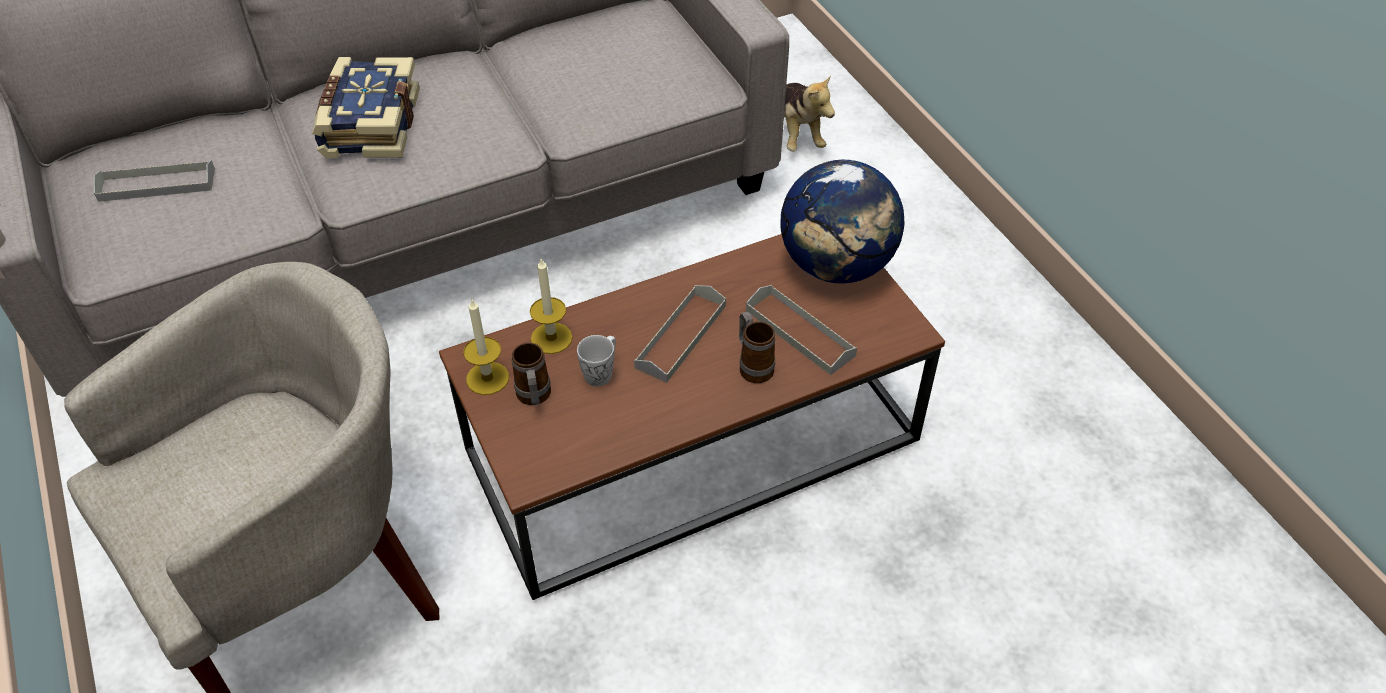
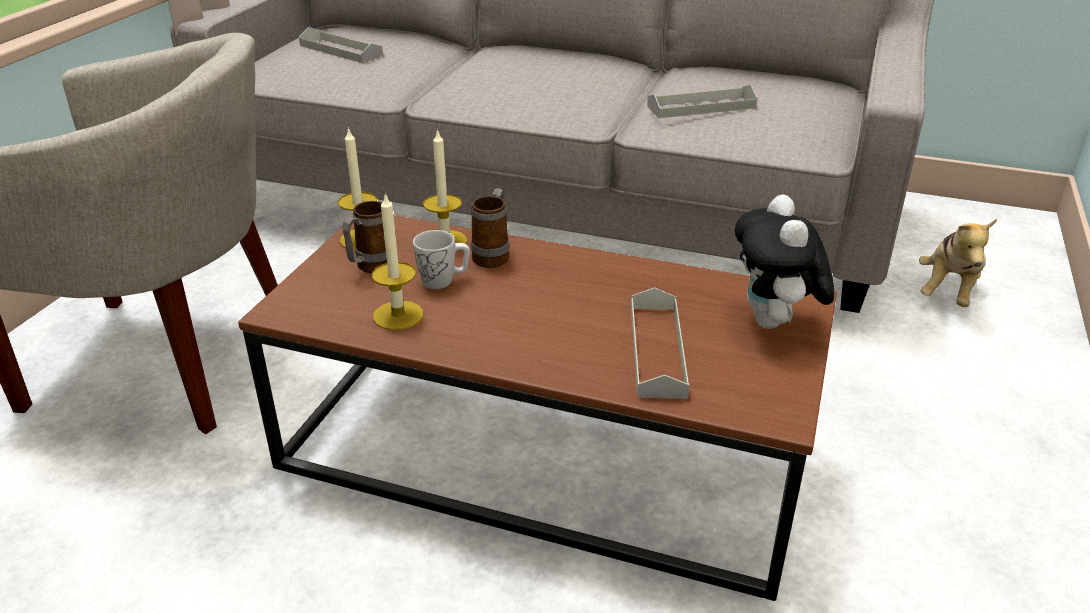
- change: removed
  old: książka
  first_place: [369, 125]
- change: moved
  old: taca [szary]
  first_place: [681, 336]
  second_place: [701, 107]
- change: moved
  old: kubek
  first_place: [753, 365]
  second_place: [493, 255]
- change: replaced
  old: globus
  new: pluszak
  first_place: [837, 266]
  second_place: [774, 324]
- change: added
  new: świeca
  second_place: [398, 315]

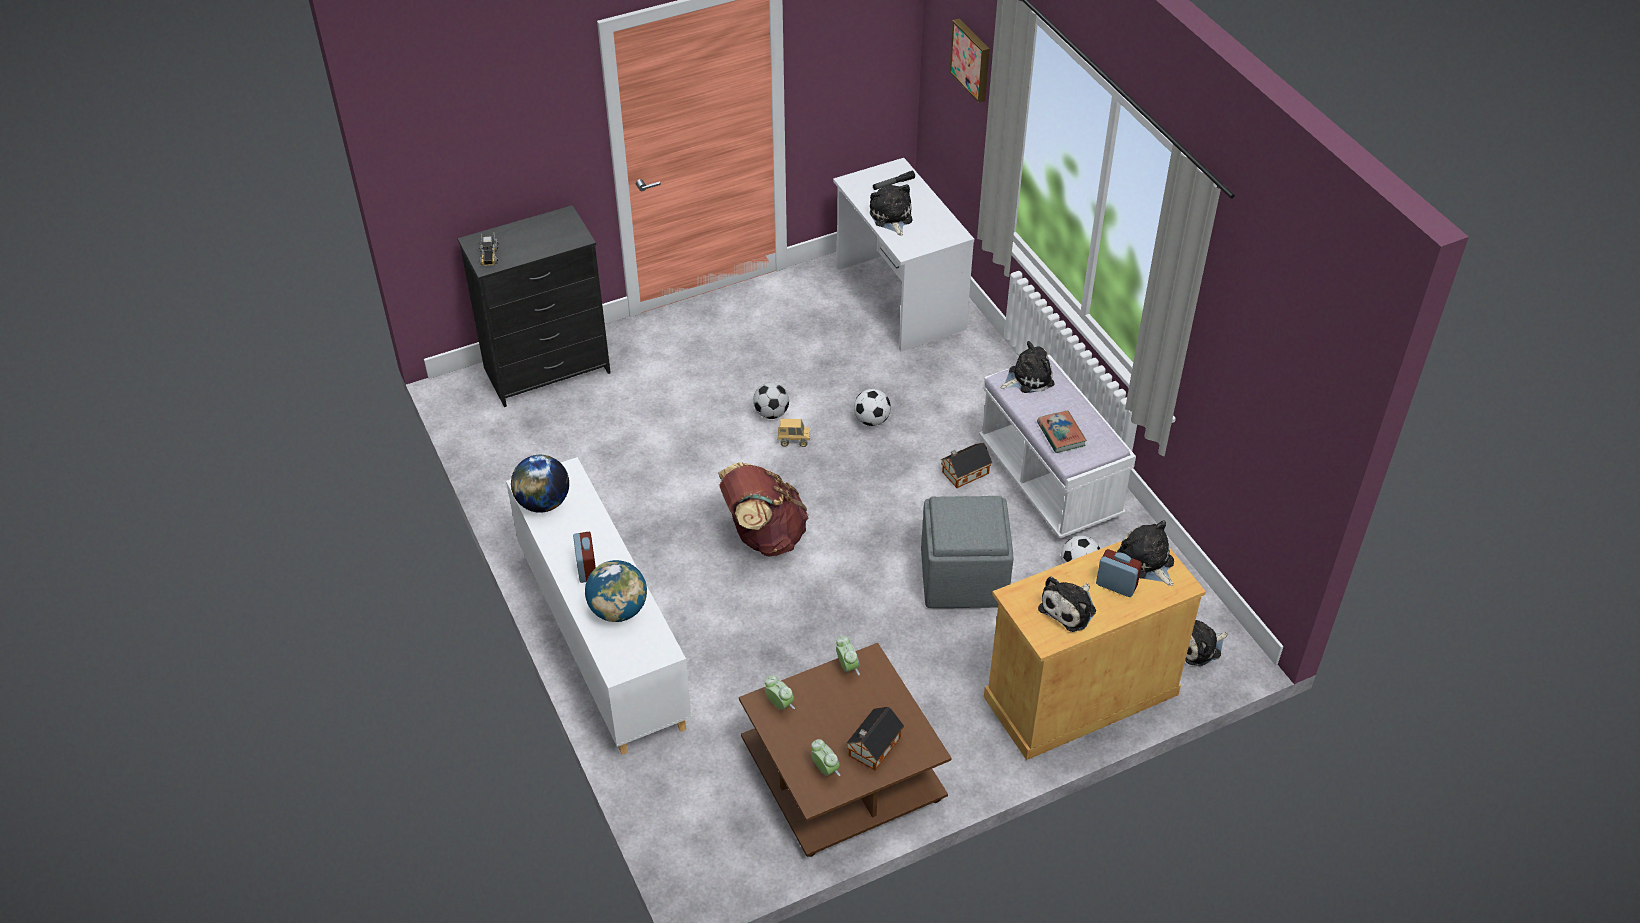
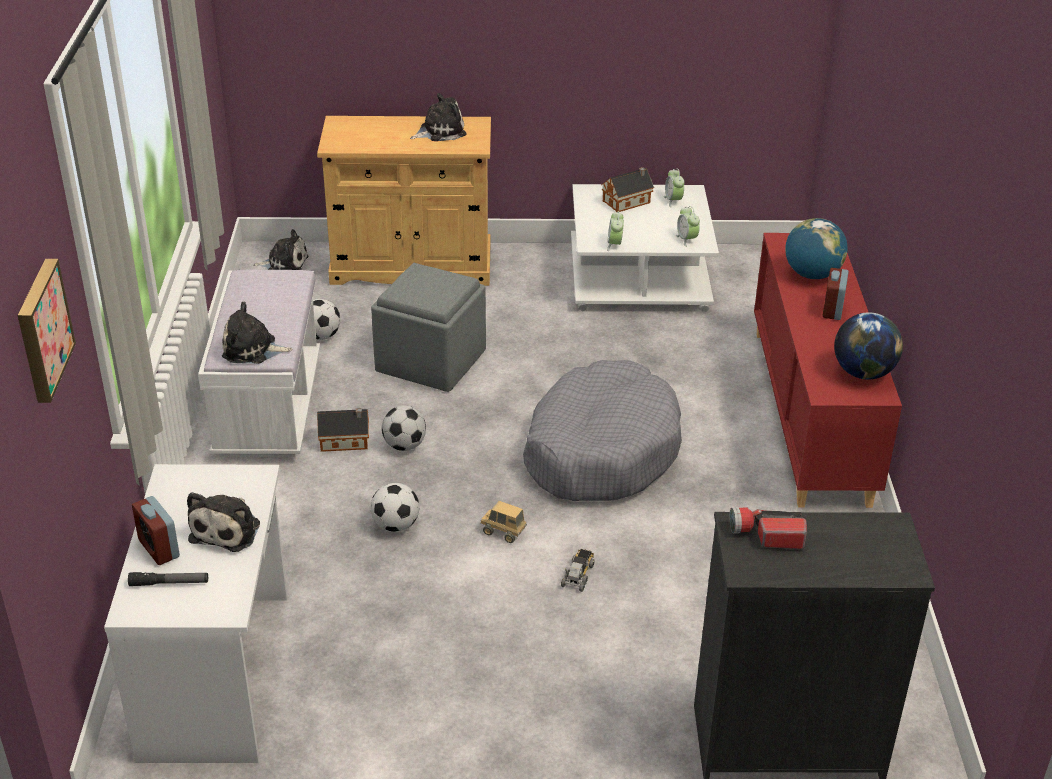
- change: moved
  old: ciężarówka zabawkowa
  first_place: [489, 256]
  second_place: [578, 574]
- change: recoloured
  old: szafka [biały]
  new: szafka [czerwony]
  first_place: [602, 640]
  second_place: [810, 415]
- change: replaced
  old: plecak [brązowy]
  new: legowisko [szary]
  first_place: [763, 536]
  second_place: [600, 450]
- change: recoloured
  old: ława [brązowy]
  new: ława [biały]
  first_place: [840, 772]
  second_place: [640, 278]
- change: moved
  old: piłka futbolowa
  first_place: [771, 413]
  second_place: [404, 445]
- change: removed
  old: książka
  first_place: [1061, 434]
- change: moved
  old: budzik
  first_place: [1116, 585]
  second_place: [159, 548]
- change: removed
  old: pluszak
  first_place: [1147, 562]
- change: added
  new: latarka
  second_place: [766, 535]

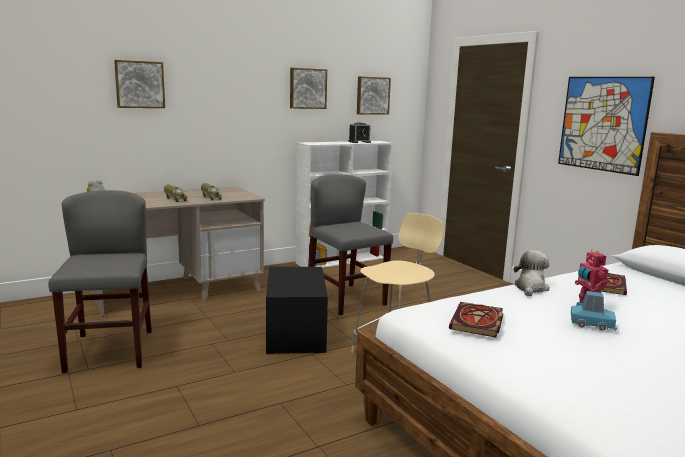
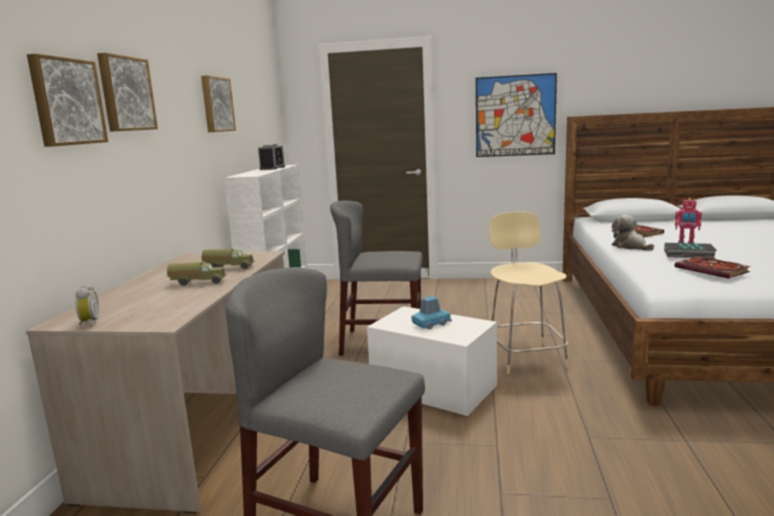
- change: recoloured
  old: pojemnik do przechowywania [czarny]
  new: pojemnik do przechowywania [biały]
  first_place: [295, 332]
  second_place: [433, 387]
- change: moved
  old: obraz
  first_place: [372, 95]
  second_place: [125, 94]
- change: moved
  old: samochodzik [niebieski]
  first_place: [592, 324]
  second_place: [431, 324]
- change: added
  new: książka
  second_place: [688, 254]

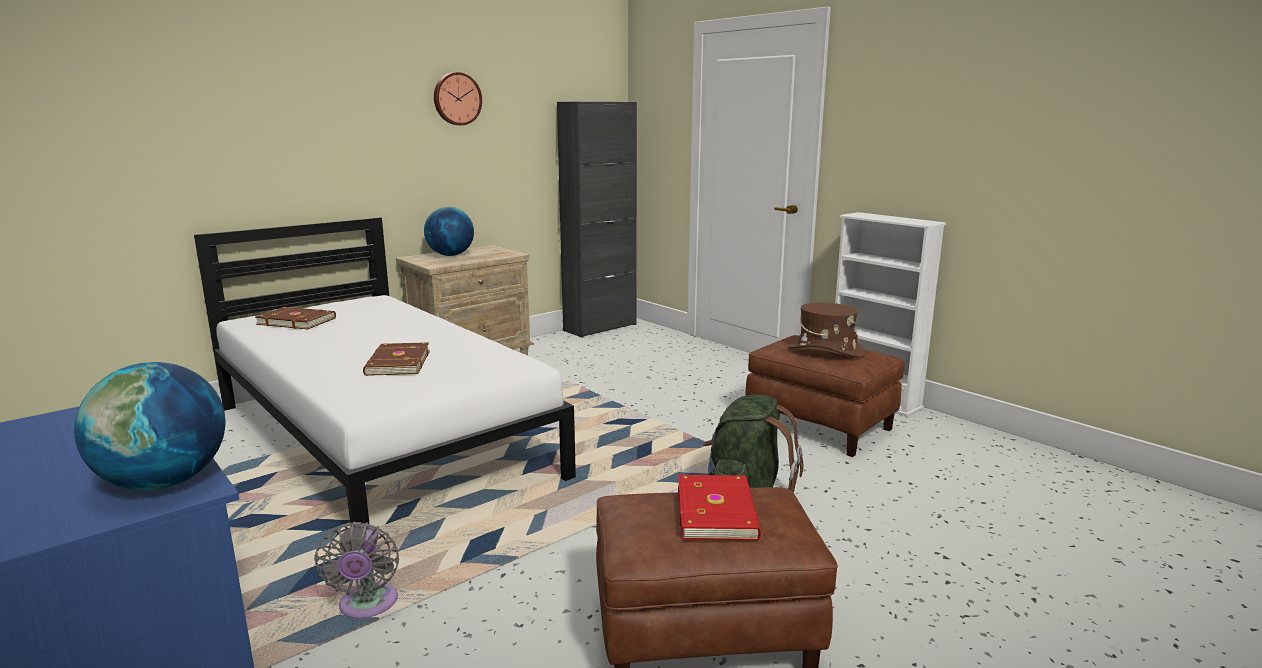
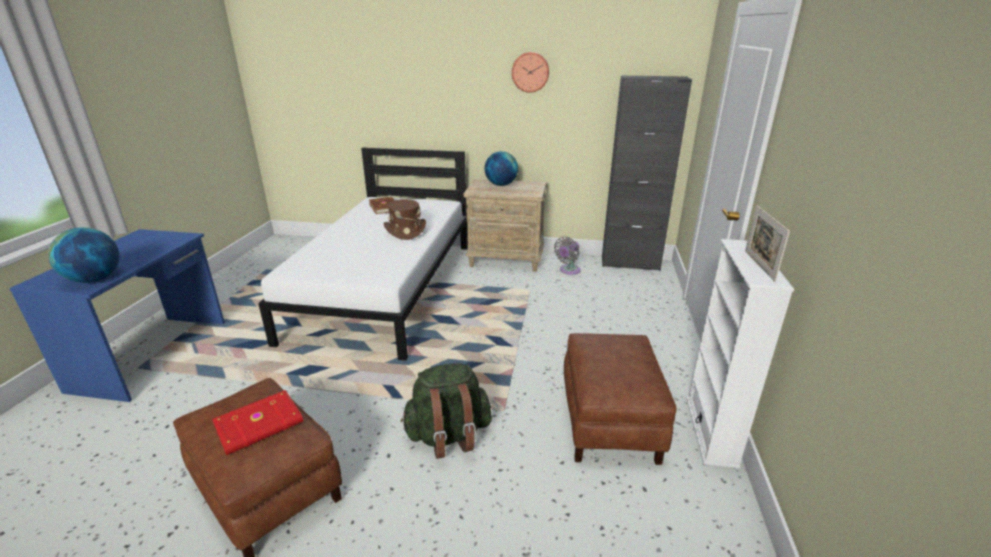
- change: moved
  old: wentylator [szary]
  first_place: [367, 606]
  second_place: [568, 270]
- change: removed
  old: książka [brązowy]
  first_place: [396, 363]
- change: moved
  old: kapelusz [brązowy]
  first_place: [825, 351]
  second_place: [405, 231]
- change: added
  new: ramka na zdjęcie
  second_place: [759, 265]

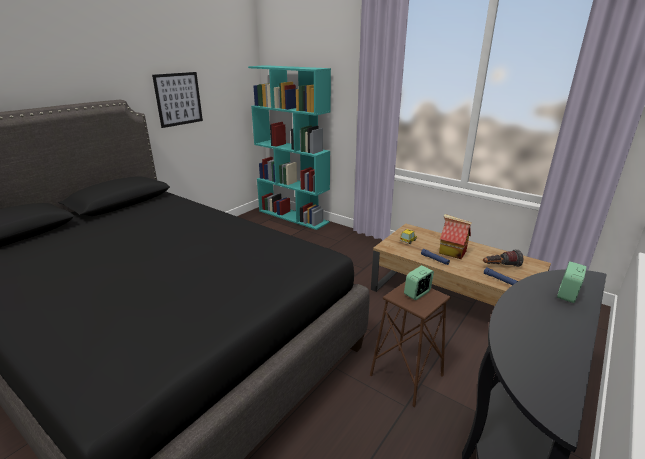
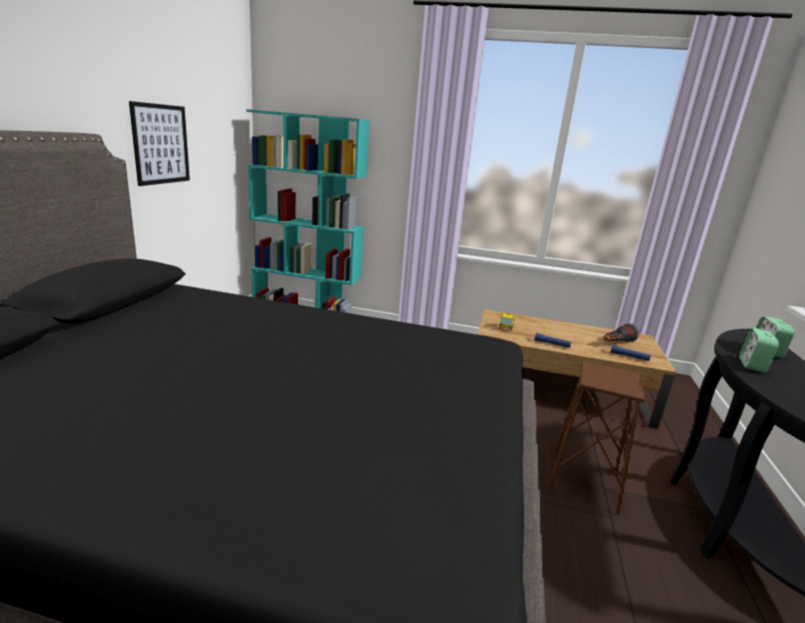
- change: moved
  old: budzik
  first_place: [417, 293]
  second_place: [752, 365]
- change: removed
  old: domek
  first_place: [452, 252]

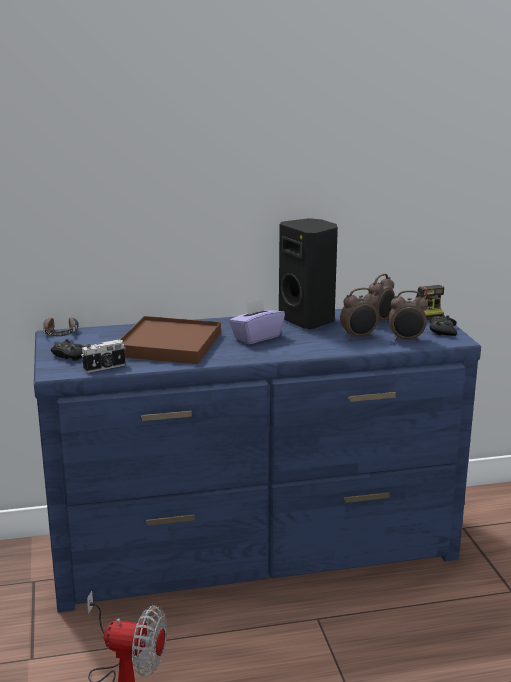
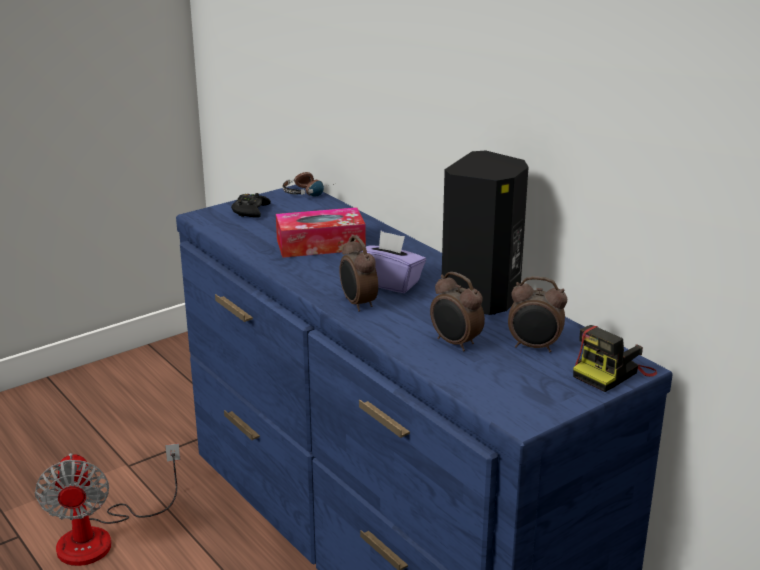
- change: removed
  old: aparat fotograficzny
  first_place: [105, 368]
- change: replaced
  old: taca [brązowy]
  new: pudełko chusteczek
  first_place: [169, 345]
  second_place: [320, 245]
- change: moved
  old: budzik
  first_place: [406, 340]
  second_place: [358, 304]
- change: removed
  old: pad do gier [czarny]
  first_place: [442, 331]

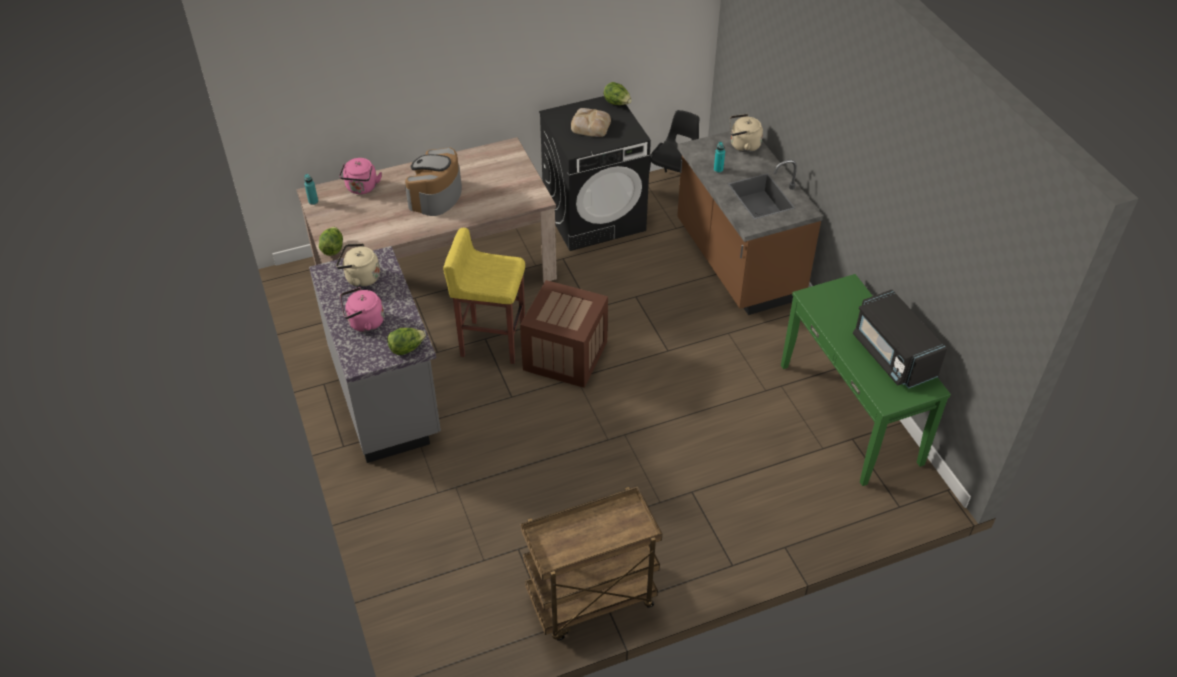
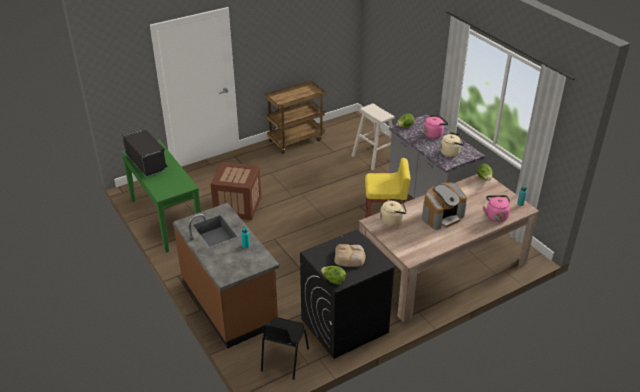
- change: turned
  old: ekspres do kawy
  first_place: [436, 196]
  second_place: [442, 216]
  degrees: 45
- change: moved
  old: skrzynka
  first_place: [565, 356]
  second_place: [238, 206]
- change: moved
  old: czajnik [beżowy]
  first_place: [743, 145]
  second_place: [392, 220]
- change: added
  new: stołek [beżowy]
  second_place: [374, 157]

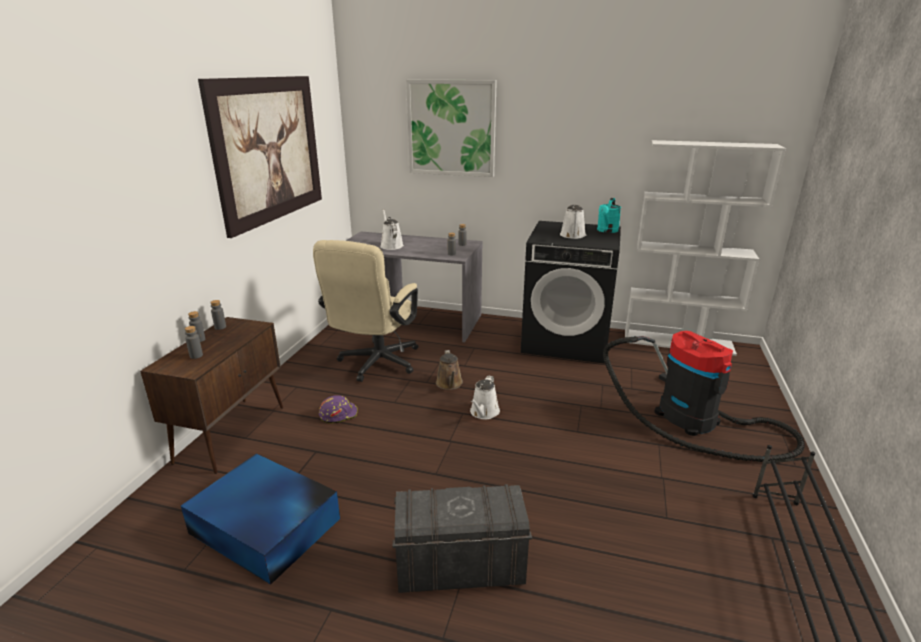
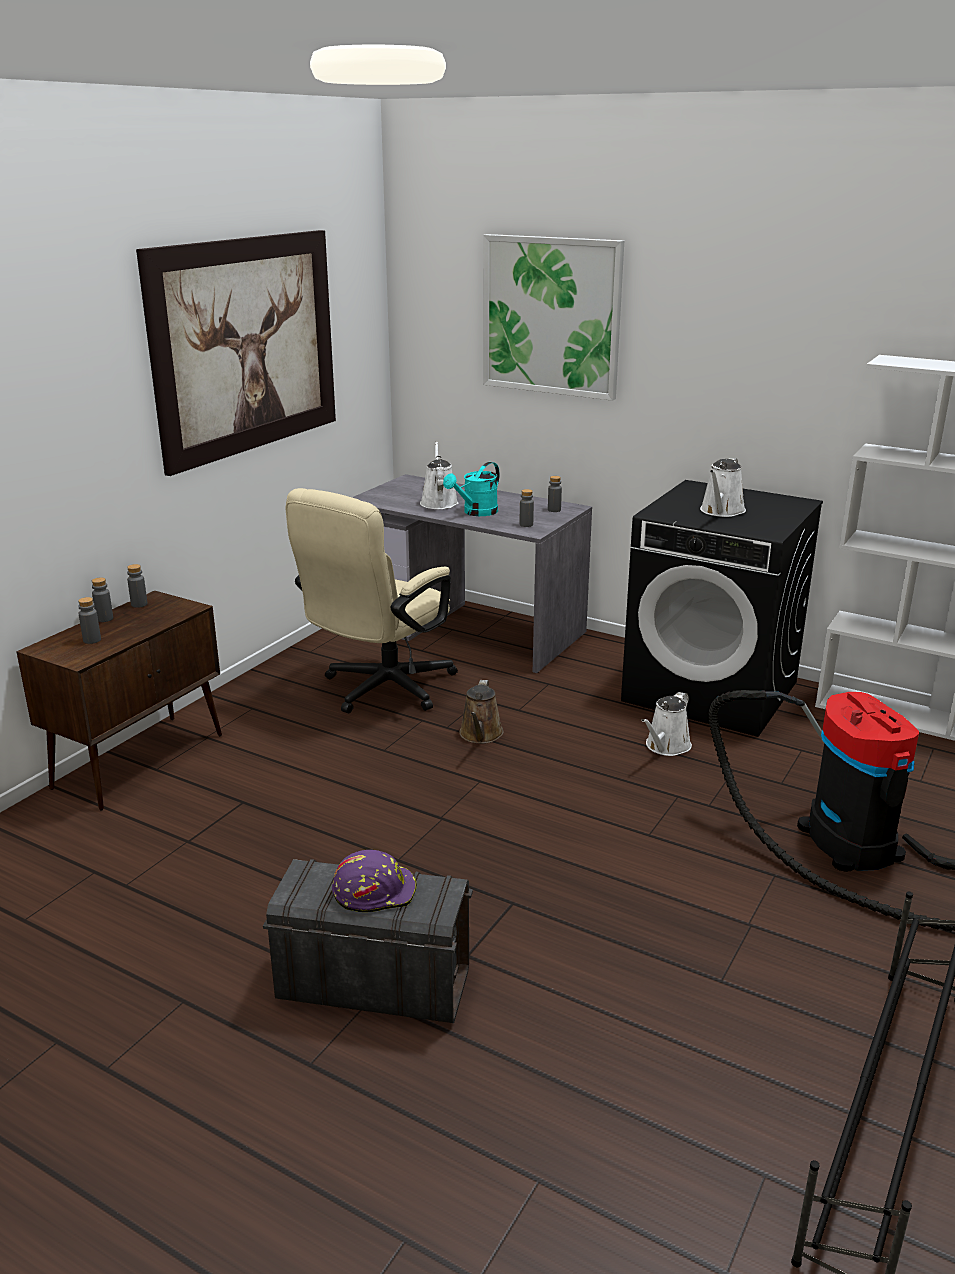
- change: removed
  old: pojemnik do przechowywania [niebieski]
  first_place: [266, 527]
- change: moved
  old: kask [fioletowy]
  first_place: [338, 414]
  second_place: [374, 891]
- change: moved
  old: konewka [biały]
  first_place: [484, 413]
  second_place: [666, 747]
- change: moved
  old: konewka [turkusowy]
  first_place: [606, 231]
  second_place: [476, 512]

